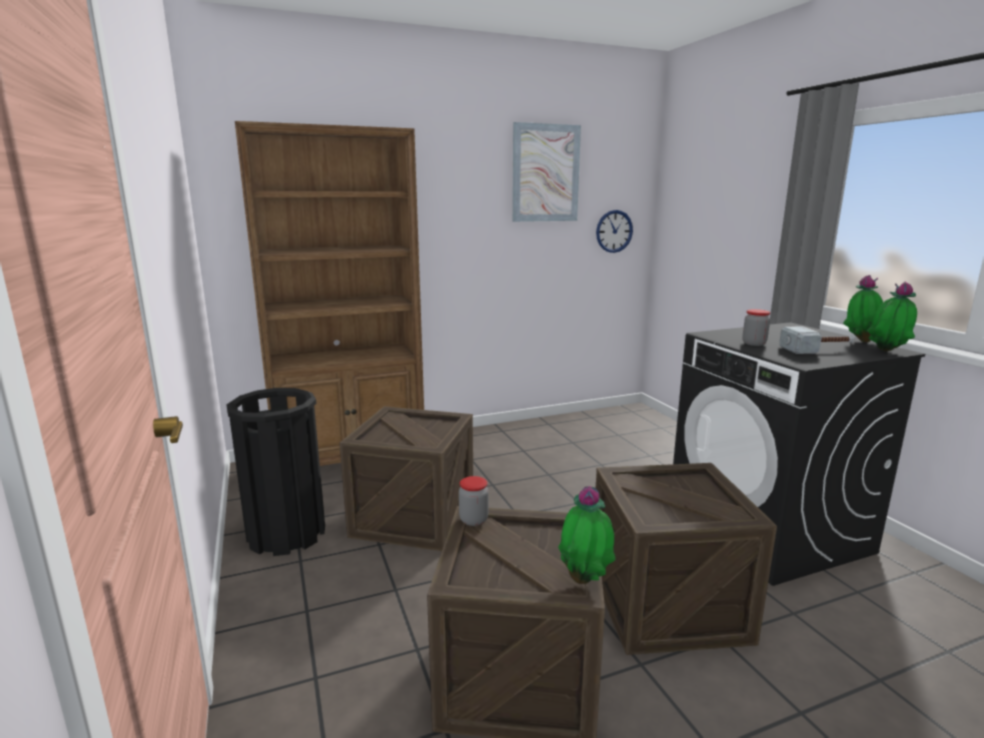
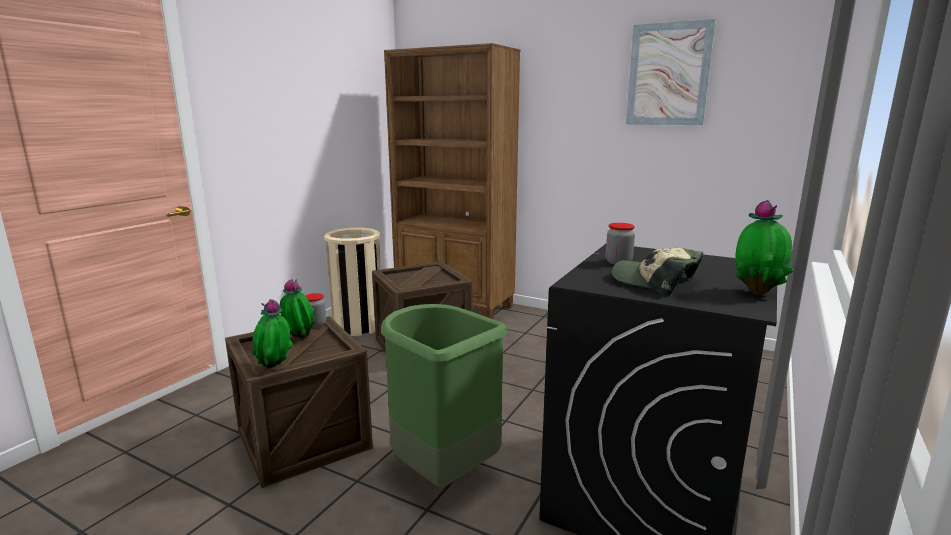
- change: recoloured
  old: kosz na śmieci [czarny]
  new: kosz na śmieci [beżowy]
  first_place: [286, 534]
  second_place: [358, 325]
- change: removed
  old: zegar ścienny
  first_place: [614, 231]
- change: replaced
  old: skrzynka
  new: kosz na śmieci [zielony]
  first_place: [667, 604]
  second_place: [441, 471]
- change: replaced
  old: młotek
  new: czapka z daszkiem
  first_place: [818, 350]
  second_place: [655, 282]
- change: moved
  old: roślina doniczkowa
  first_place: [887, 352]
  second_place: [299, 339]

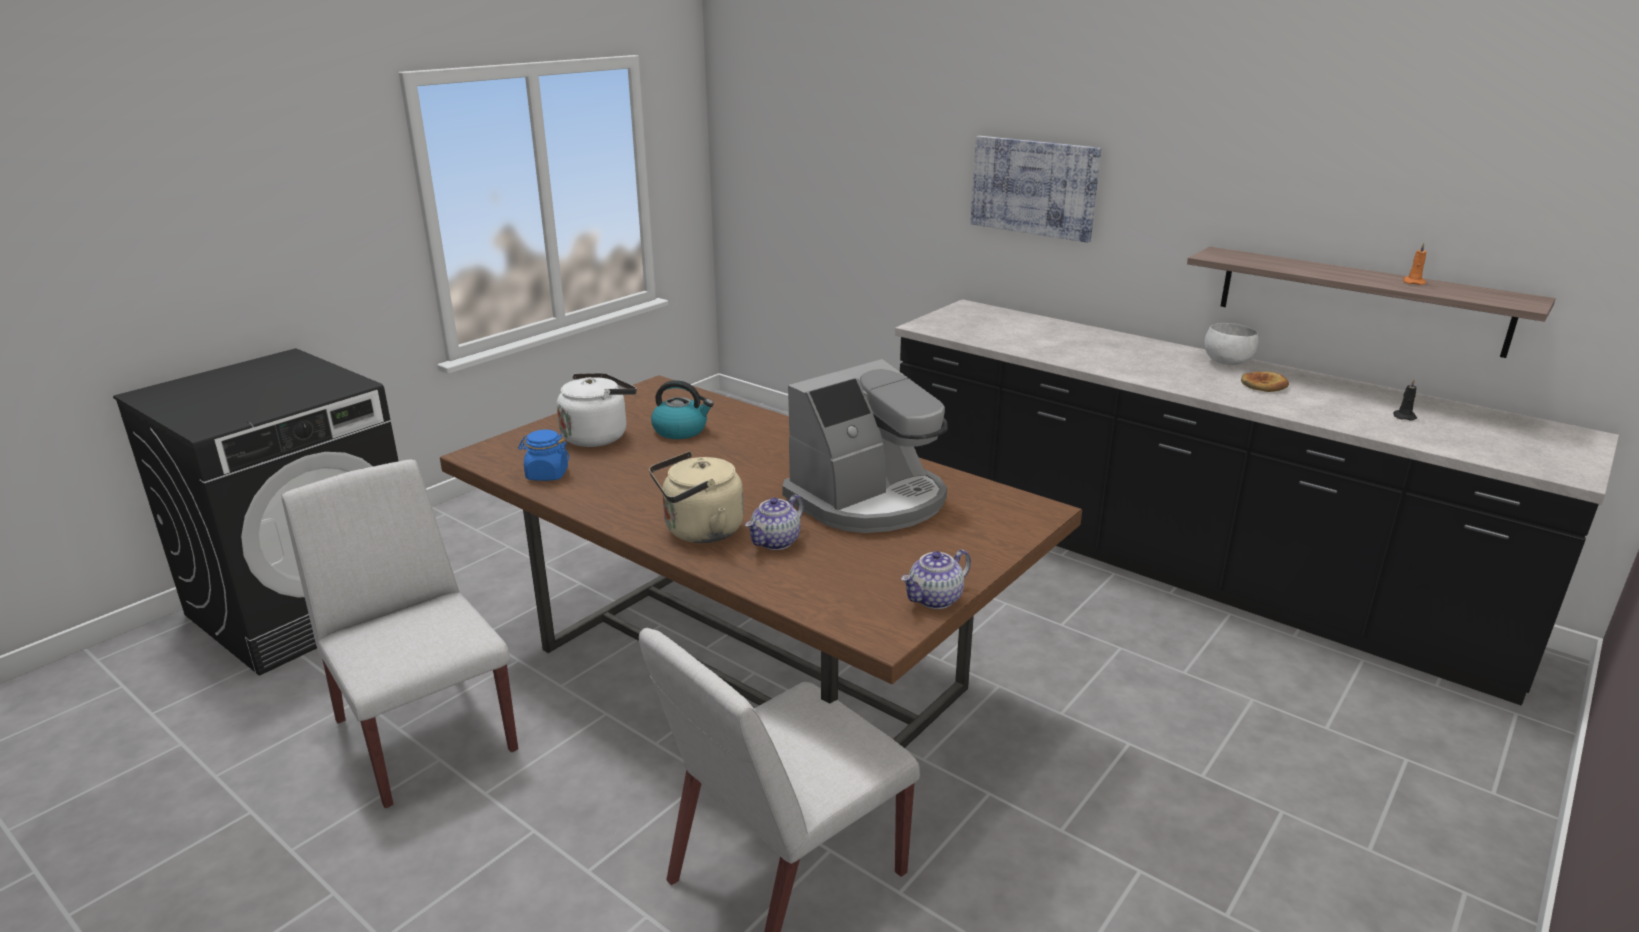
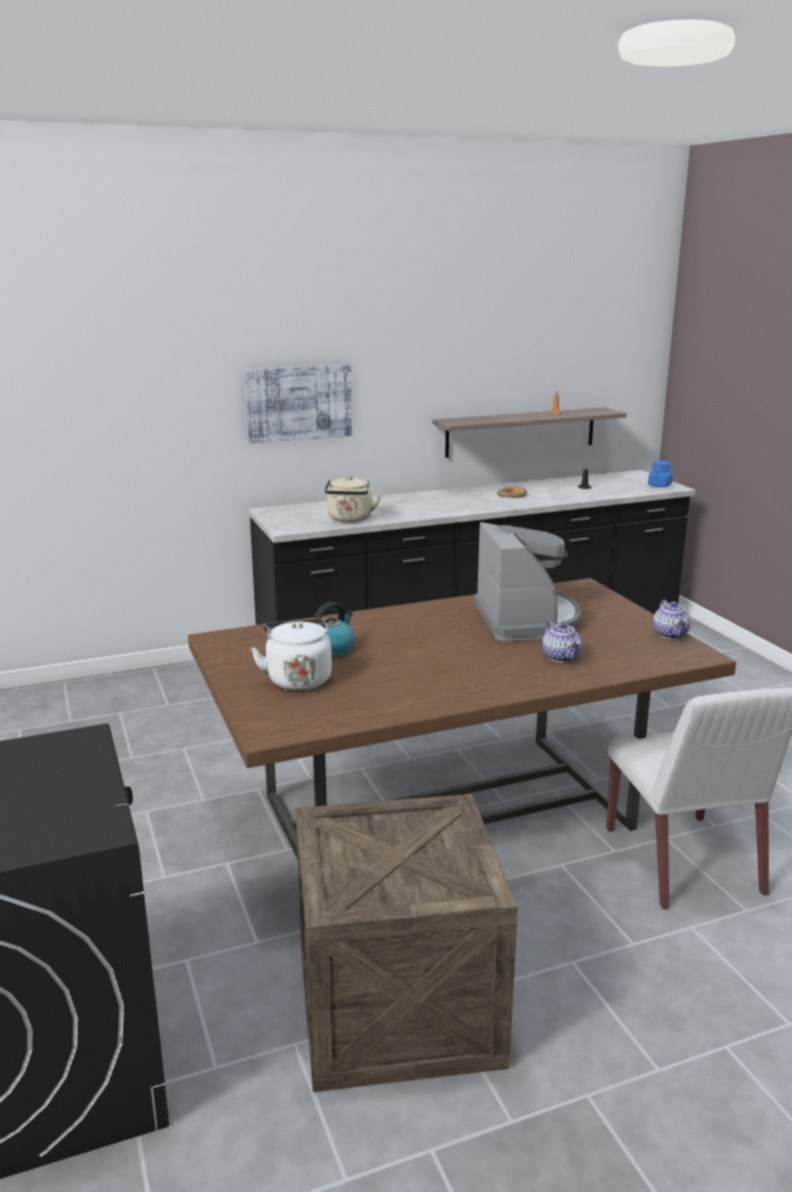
- change: replaced
  old: krzesło [biały]
  new: skrzynka
  first_place: [424, 734]
  second_place: [394, 1004]
- change: moved
  old: słoik [niebieski]
  first_place: [547, 474]
  second_place: [659, 485]
- change: moved
  old: czajnik [beżowy]
  first_place: [699, 531]
  second_place: [350, 519]
- change: removed
  old: miska [biały]
  first_place: [1226, 362]

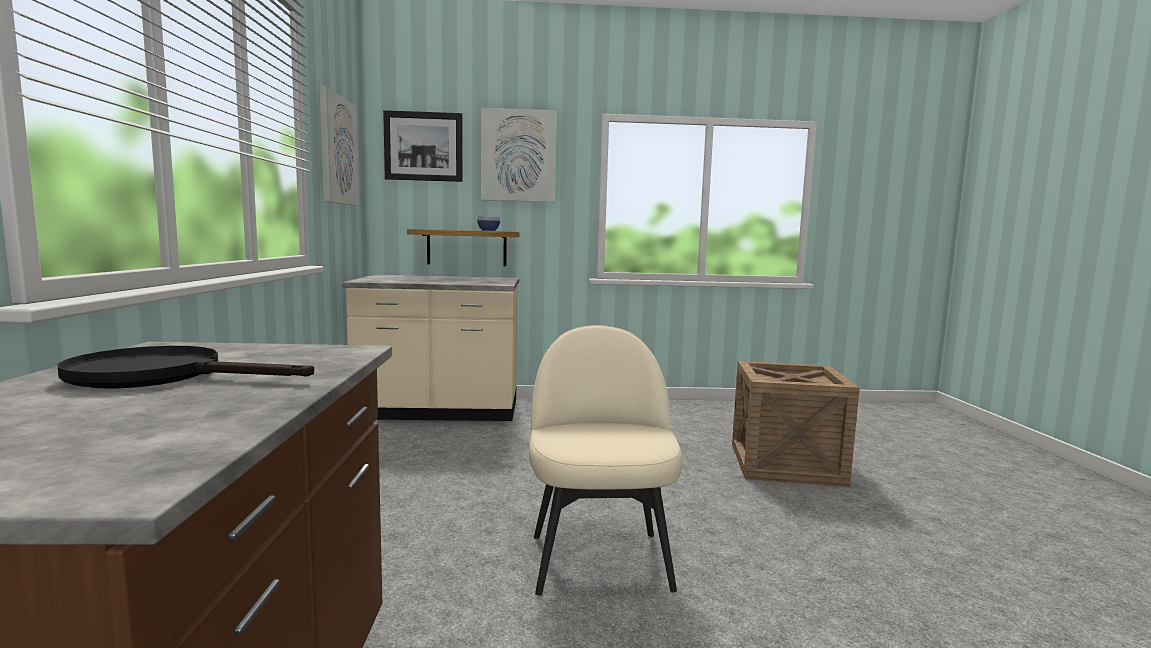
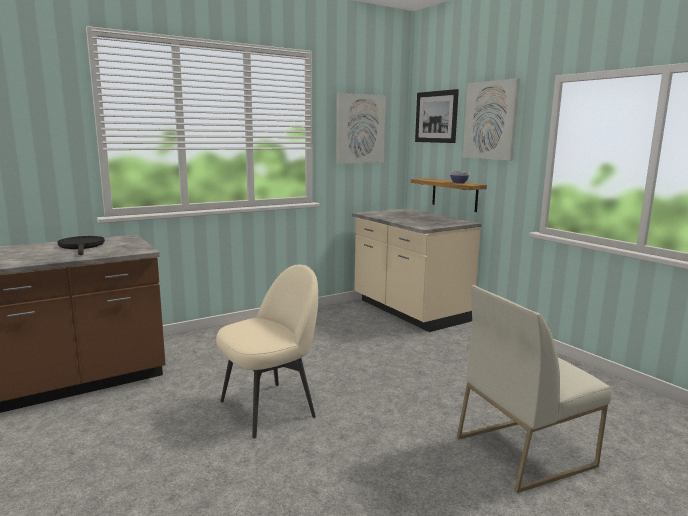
- change: replaced
  old: skrzynka
  new: krzesło [biały]
  first_place: [785, 464]
  second_place: [524, 451]

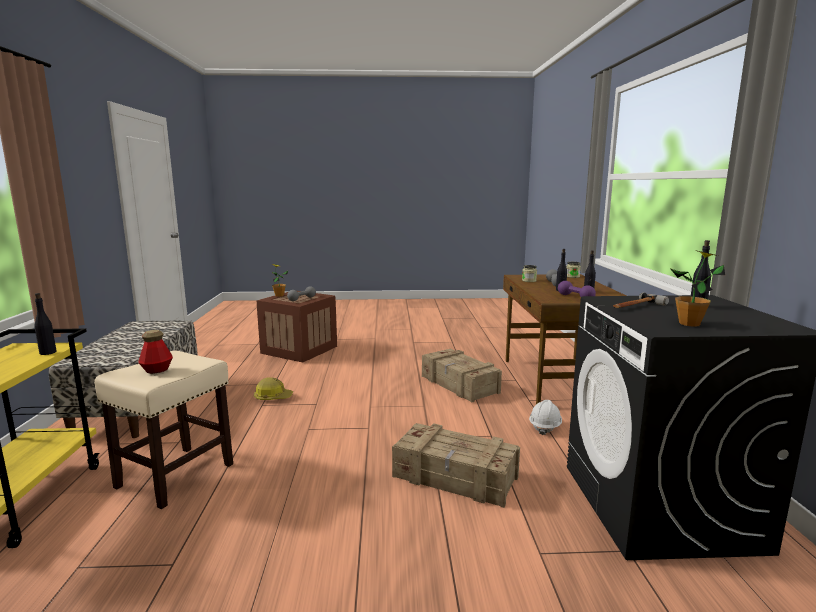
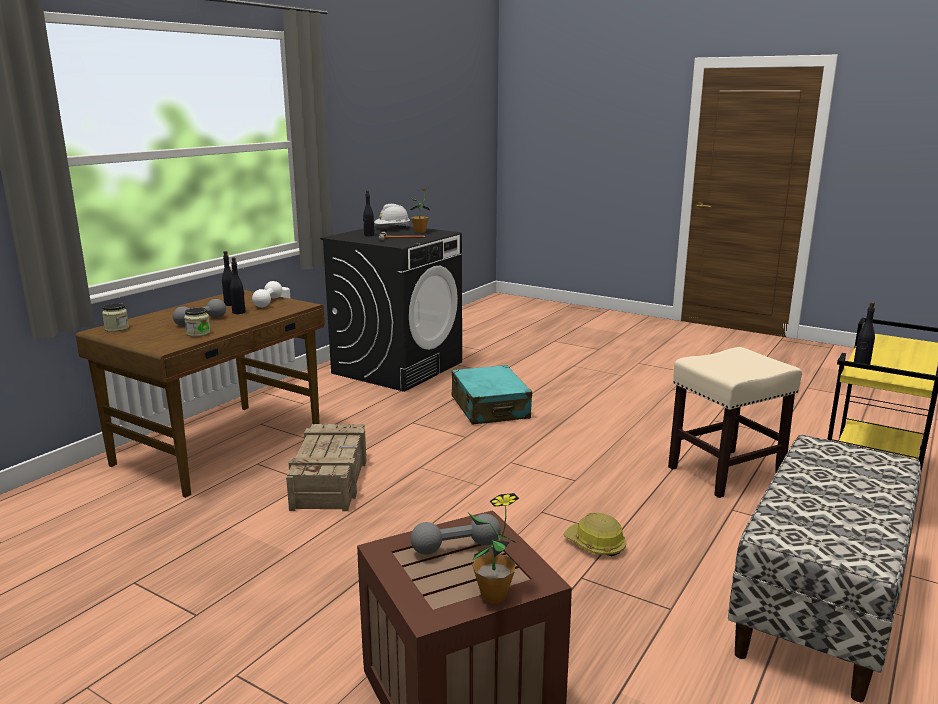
- change: removed
  old: butelka
  first_place: [157, 370]
- change: replaced
  old: skrzynka
  new: walizka [turkusowy]
  first_place: [455, 478]
  second_place: [490, 408]
- change: moved
  old: kask [biały]
  first_place: [545, 427]
  second_place: [392, 228]
- change: recoloured
  old: hantel [fioletowy]
  new: hantel [biały]
  first_place: [575, 297]
  second_place: [268, 302]

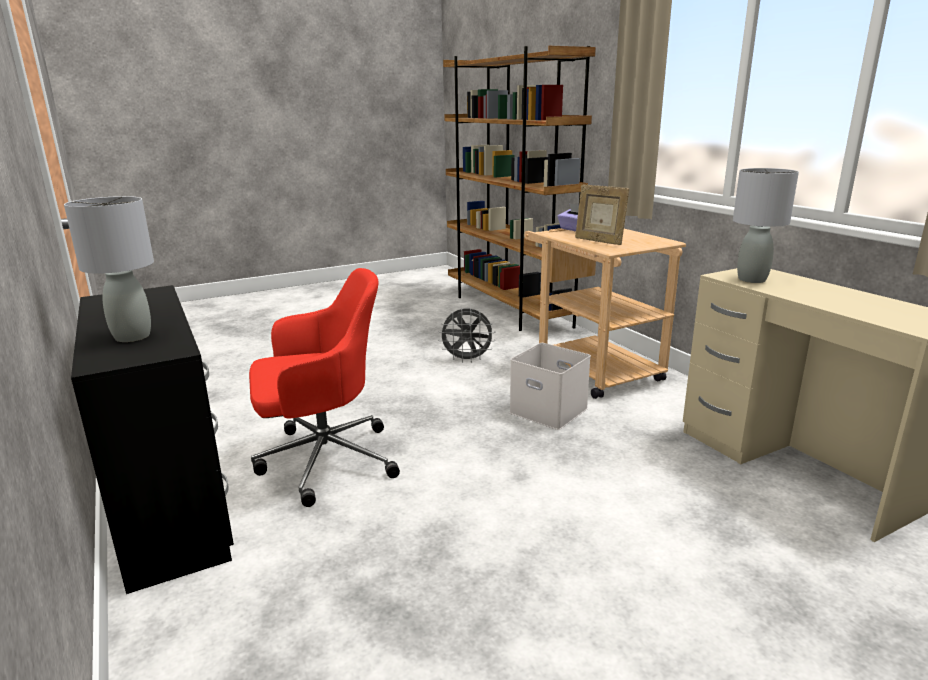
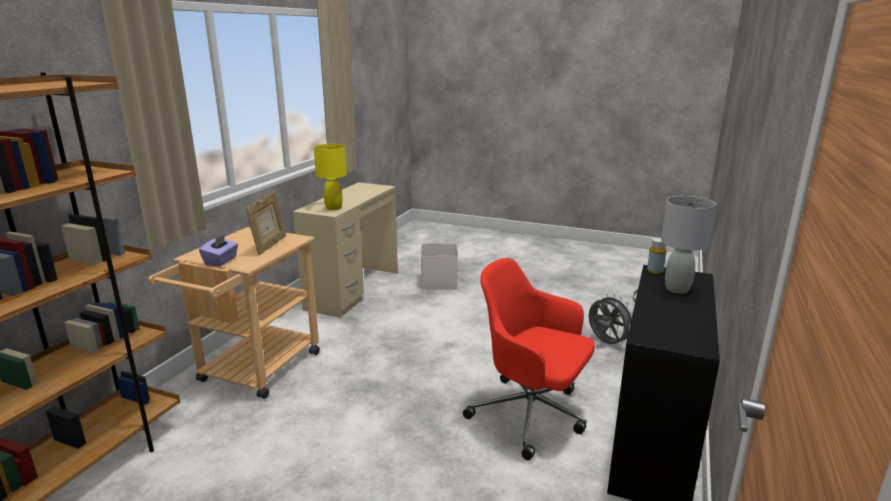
- change: moved
  old: wentylator [szary]
  first_place: [467, 359]
  second_place: [607, 343]
- change: moved
  old: pojemnik do przechowywania [biały]
  first_place: [546, 410]
  second_place: [440, 283]
- change: recoloured
  old: lampa stołowa [szary]
  new: lampa stołowa [żółty]
  first_place: [751, 279]
  second_place: [333, 208]
- change: added
  new: butelka [żółty]
  second_place: [655, 271]

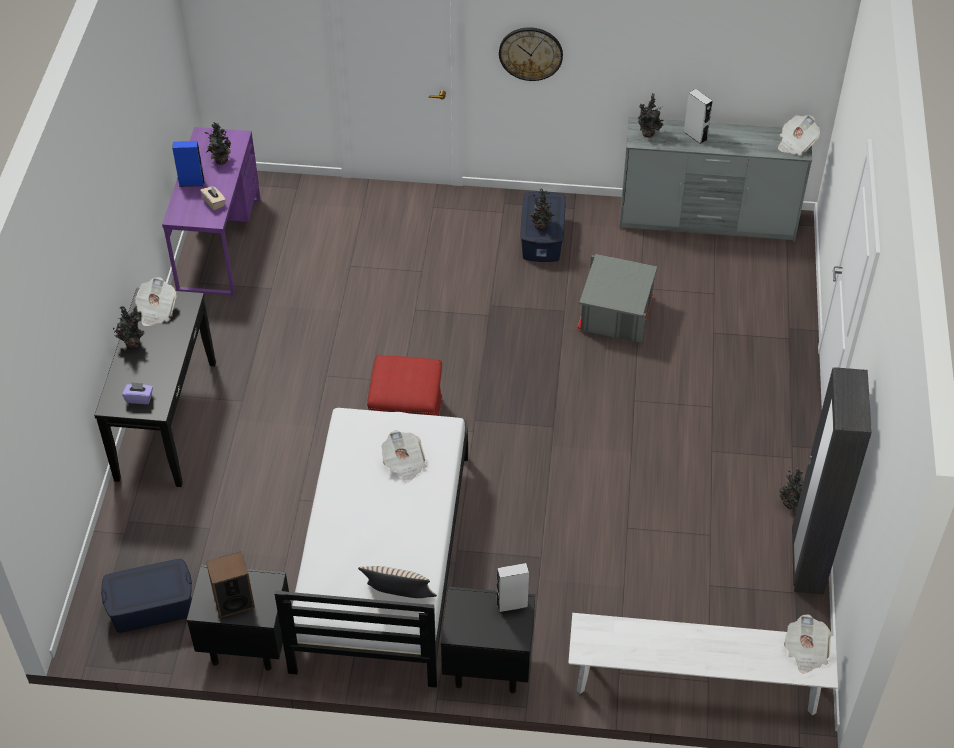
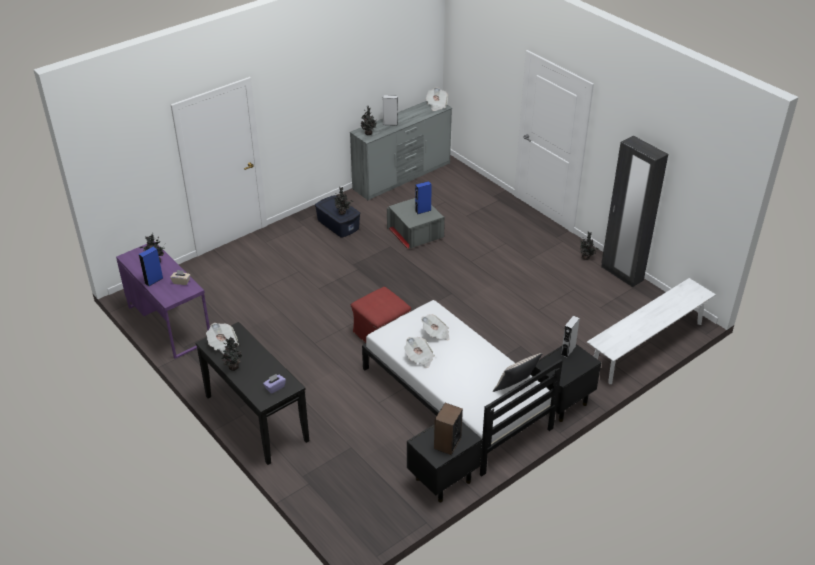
- change: removed
  old: pojemnik do przechowywania [niebieski]
  first_place: [151, 606]
- change: removed
  old: zegar ścienny
  first_place: [530, 53]
- change: moved
  old: gazeta
  first_place: [805, 652]
  second_place: [419, 358]
- change: added
  new: głośnik [niebieski]
  second_place: [423, 210]

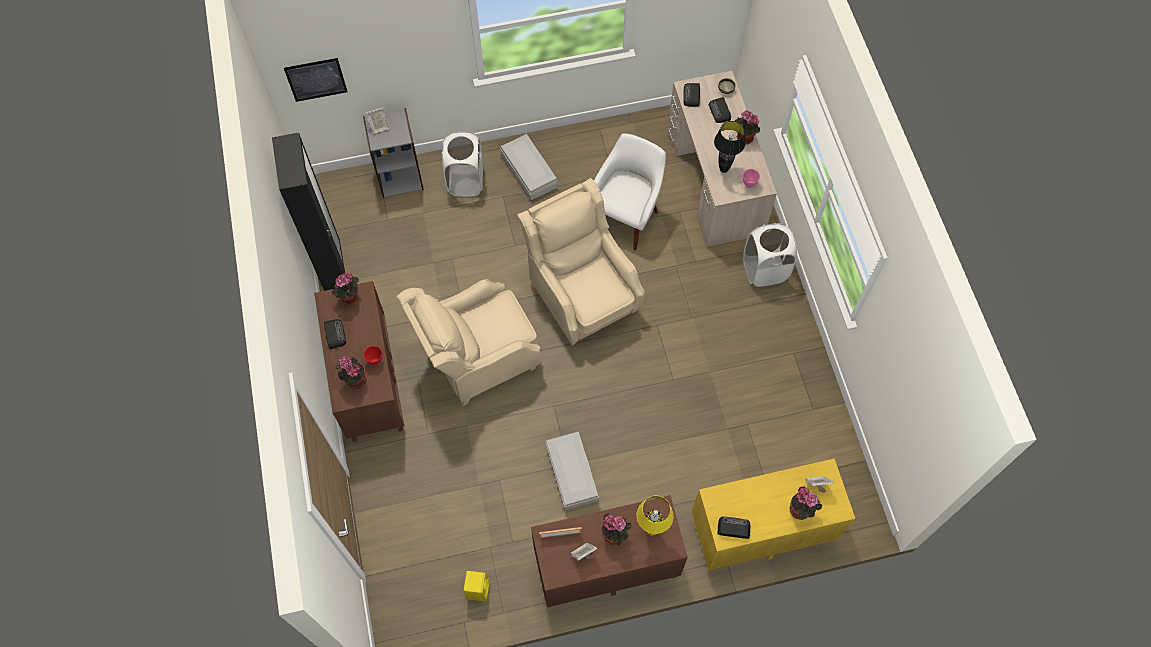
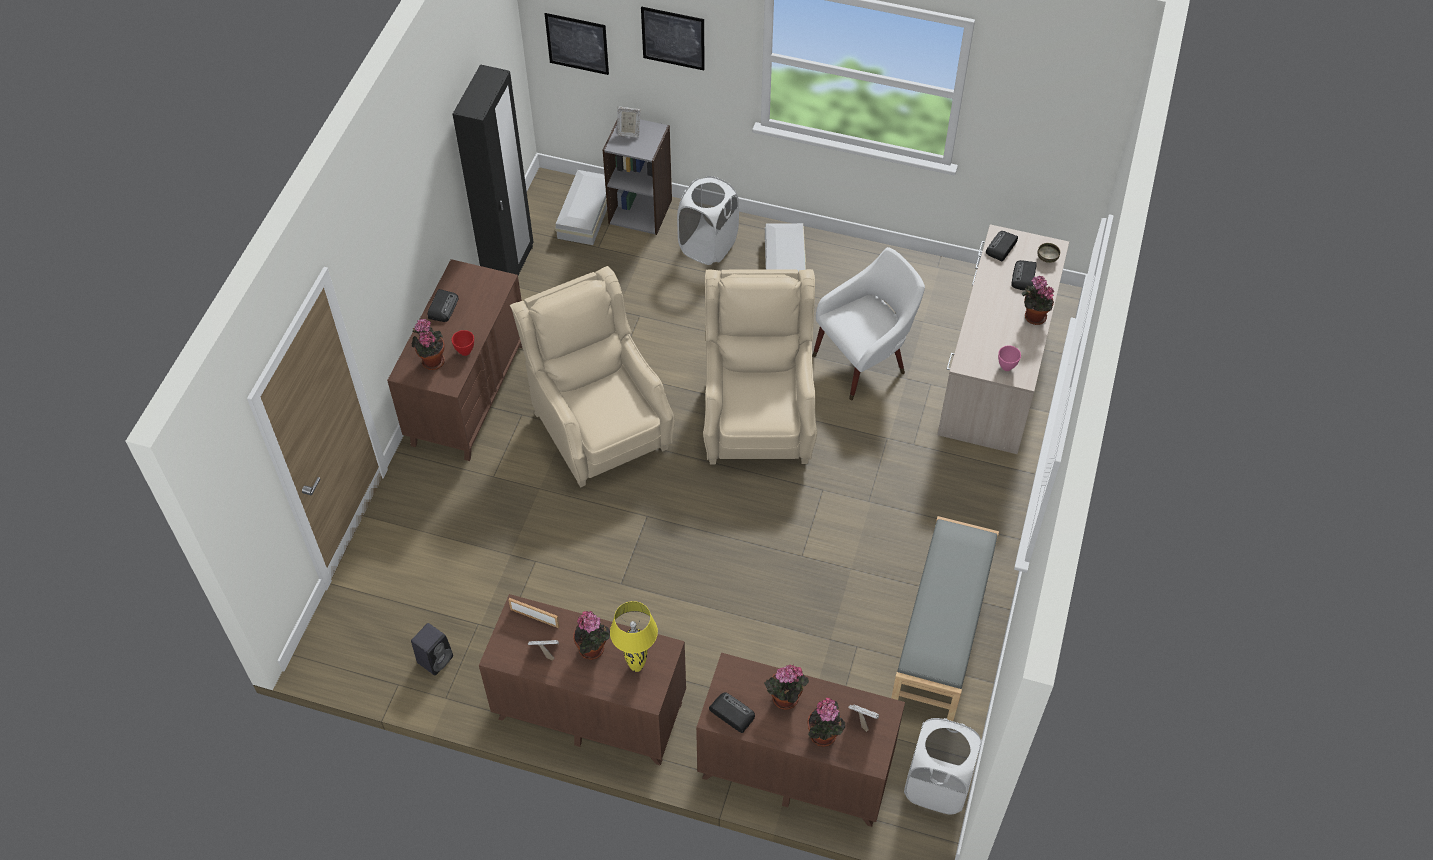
- change: moved
  old: roślina doniczkowa
  first_place: [349, 299]
  second_place: [784, 700]
- change: turned
  old: fotel [beżowy]
  first_place: [478, 357]
  second_place: [599, 427]
  degrees: 60
- change: recoloured
  old: głośnik [żółty]
  new: głośnik [czarny]
  first_place: [477, 588]
  second_place: [435, 658]
- change: moved
  old: pojemnik do przechowywania [biały]
  first_place: [571, 475]
  second_place: [584, 215]
- change: recoloured
  old: komoda [żółty]
  new: komoda [brązowy]
  first_place: [761, 530]
  second_place: [795, 769]
- change: removed
  old: lampa stołowa [czarny]
  first_place: [724, 170]
- change: moved
  old: kosz na pranie [biały]
  first_place: [764, 270]
  second_place: [937, 785]
- change: added
  new: obraz
  second_place: [673, 38]
- change: added
  new: ławka [szary]
  second_place: [942, 635]

